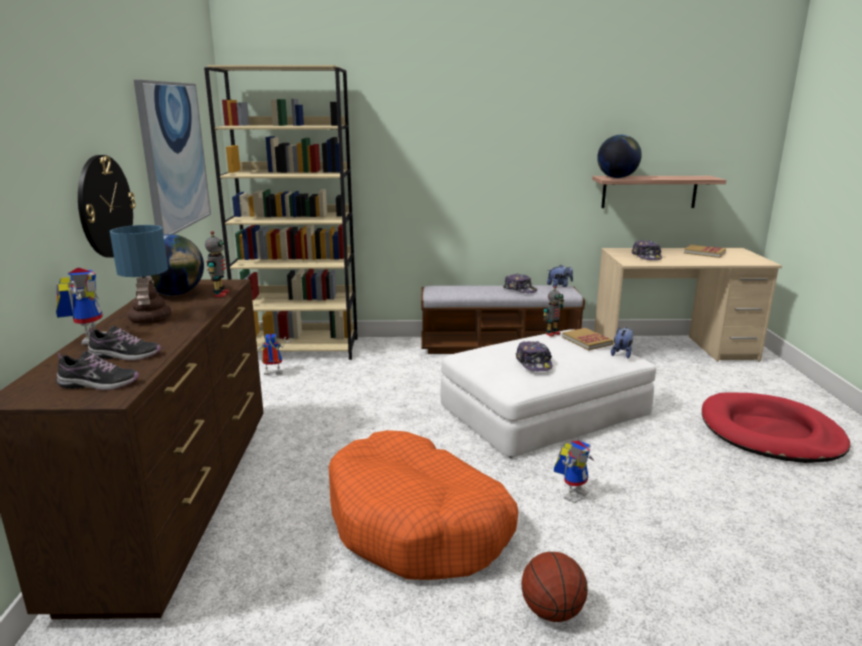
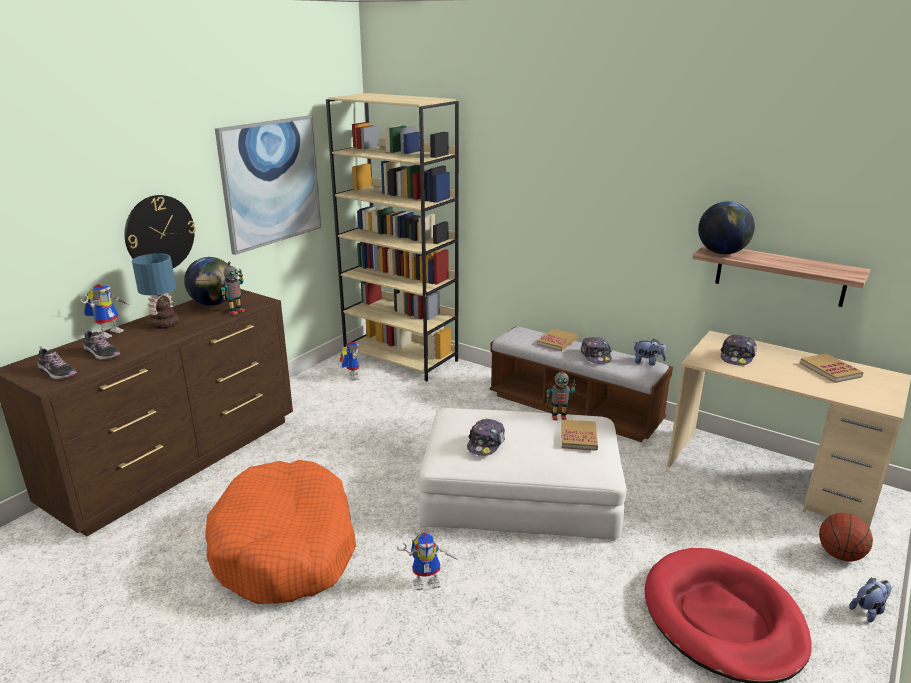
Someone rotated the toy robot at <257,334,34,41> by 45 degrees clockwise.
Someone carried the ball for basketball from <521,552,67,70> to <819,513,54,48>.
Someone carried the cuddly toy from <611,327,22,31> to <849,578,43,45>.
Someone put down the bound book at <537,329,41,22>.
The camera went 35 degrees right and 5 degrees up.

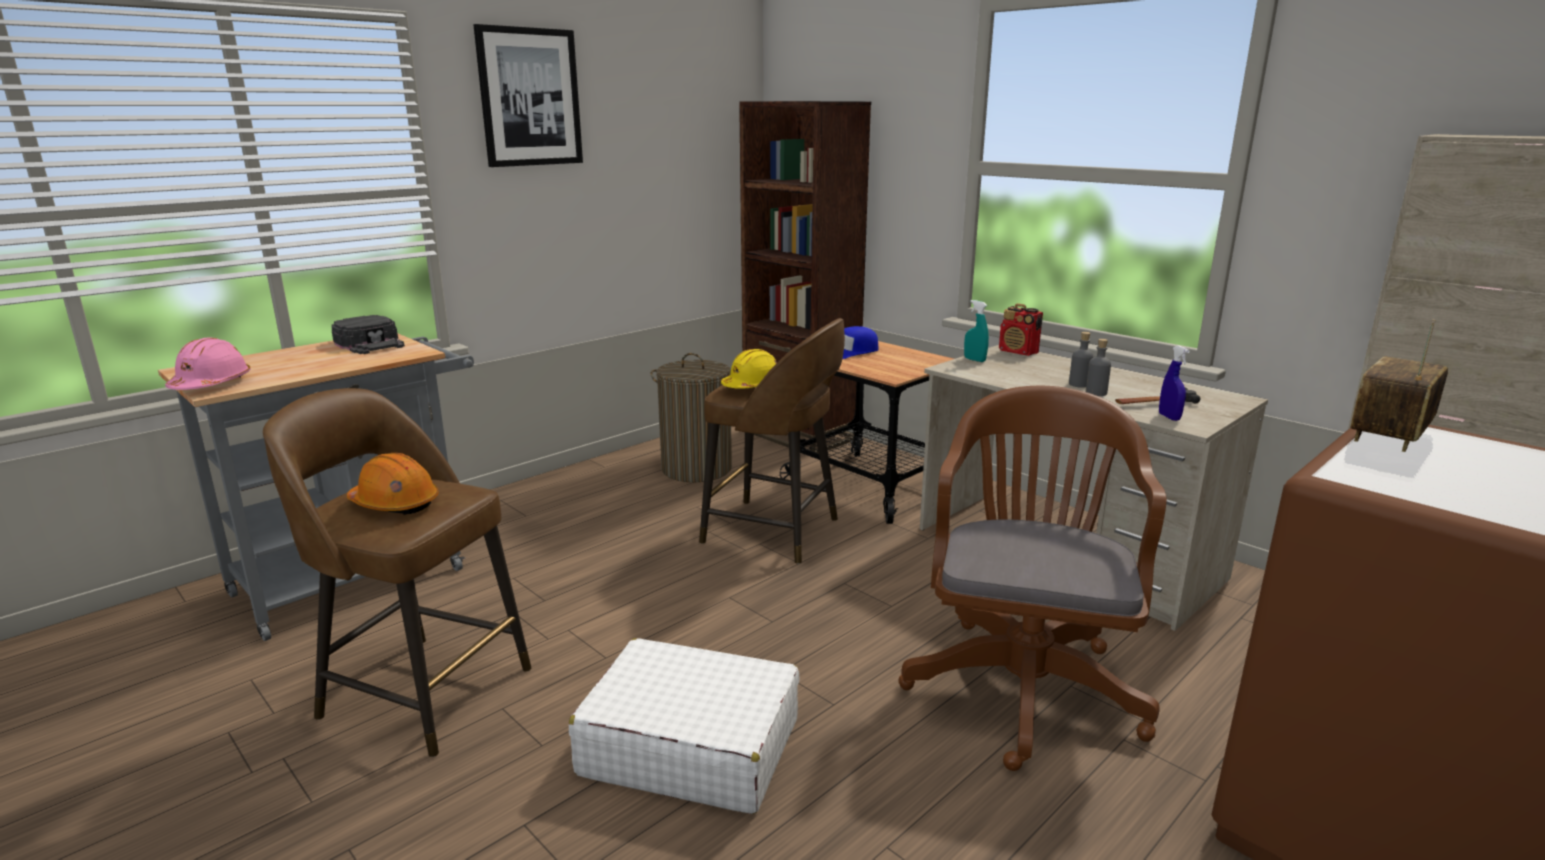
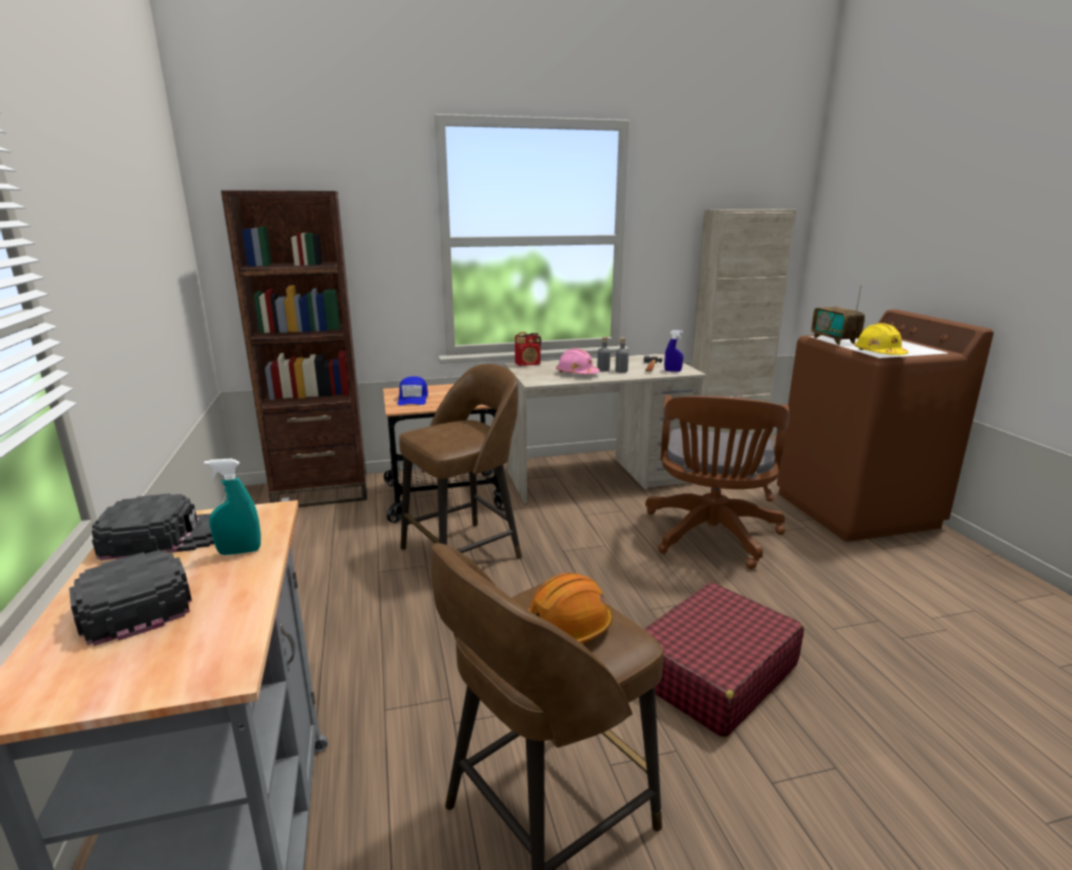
Someone carried the pink-coloured safety helmet from <165,337,85,53> to <556,348,44,26>.
Someone took away the wall picture at <474,24,109,143>.
Someone repainted the white-coloured piece of luggage at <569,638,231,176>, which became the reddish piece of luggage at <644,582,160,156>.
Someone took away the hamper at <651,353,81,129>.
Someone carried the yellow-coloured safety helmet from <721,349,56,40> to <854,323,54,32>.
Someone rotated the brown desk chair at <898,385,268,386> by 120 degrees counterclockwise.
Someone carried the turquoise-coloured sprayer from <964,300,25,62> to <204,459,57,96>.
Someone put down the blackish baseball cap at <69,550,123,96>.
The camera went 60 degrees left and 0 degrees up.

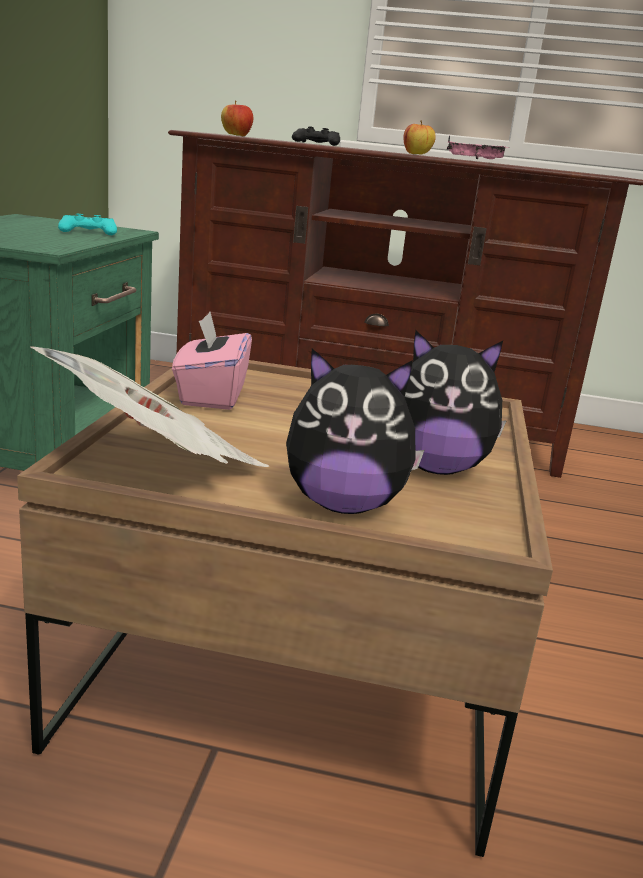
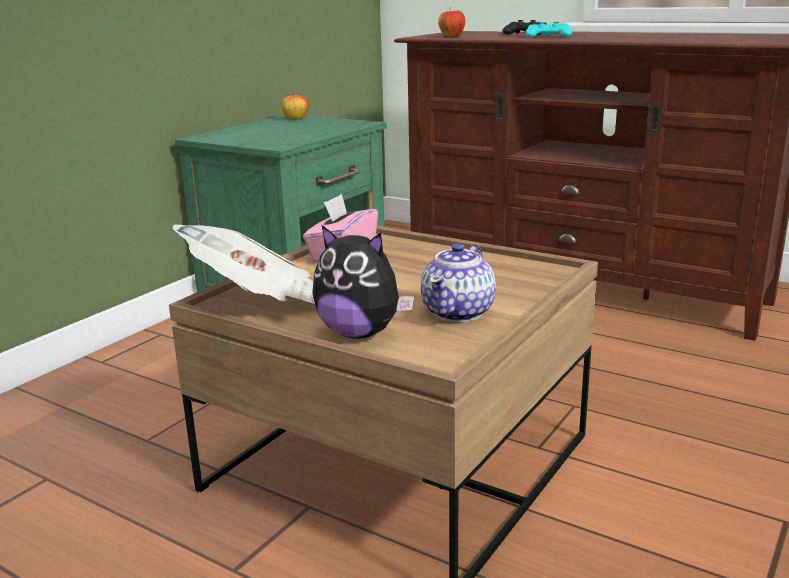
Someone carried the turquoise-coloured joypad from <58,214,59,21> to <526,22,46,16>.
Someone carried the apple from <403,120,33,35> to <282,93,27,27>.
Someone swapped the cuddly toy at <405,330,102,145> for the tea pot at <421,243,75,79>.
Someone took away the pink-coloured carrying tray at <447,135,62,24>.
The camera went 25 degrees right and 0 degrees up.

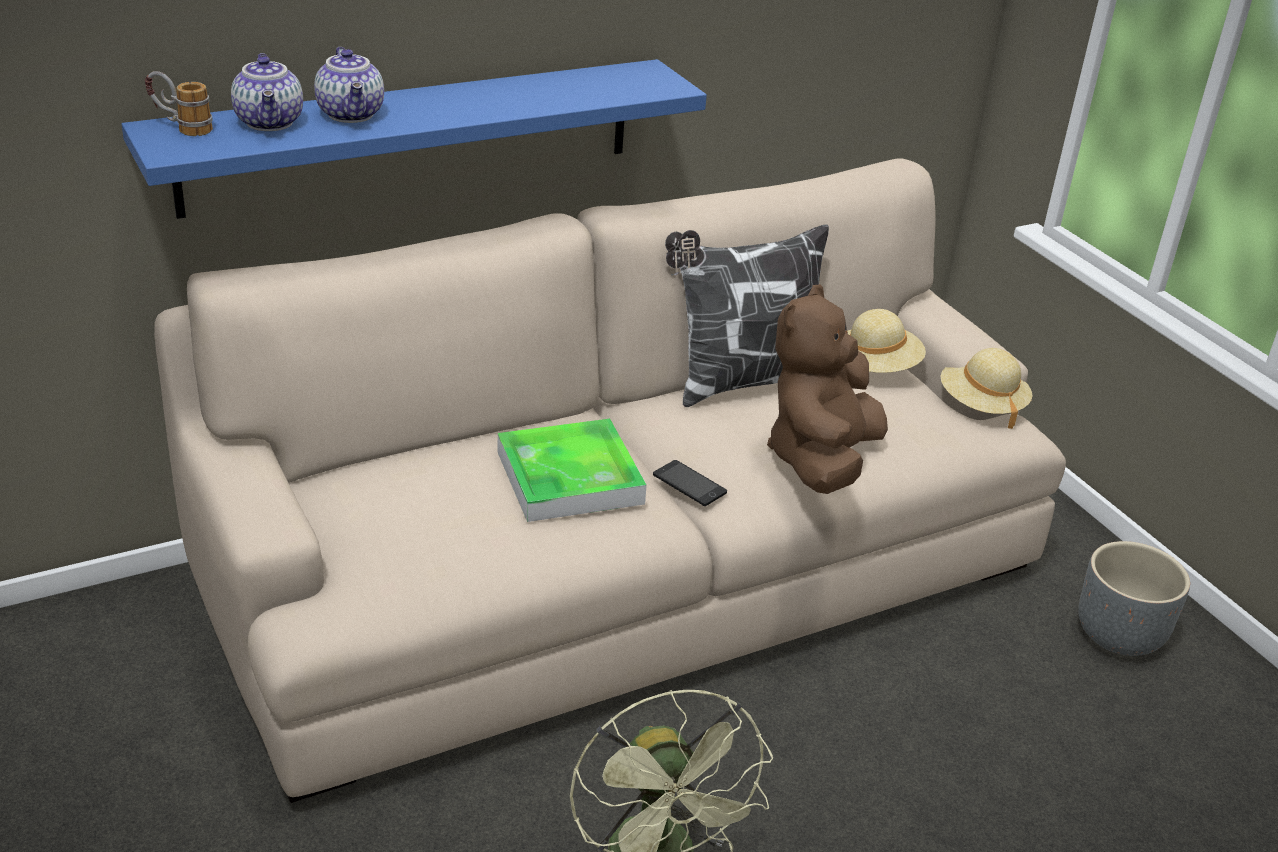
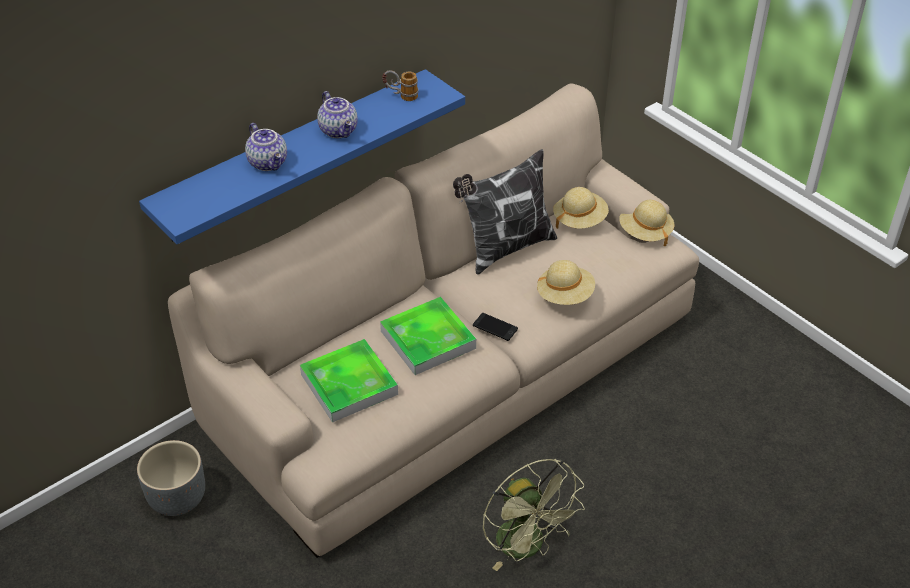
Someone carried the mug from <145,71,68,65> to <382,70,37,31>.
Someone carried the tea pot from <231,53,72,78> to <317,91,41,47>.
Someone swapped the brown cuddly toy at <767,284,121,210> for the beige-coloured hat at <537,260,58,45>.
Someone carried the greyish plant pot from <1078,541,112,115> to <137,440,68,76>.
Someone put down the carrying tray at <300,339,98,84>.
The camera went 10 degrees left and 10 degrees up.

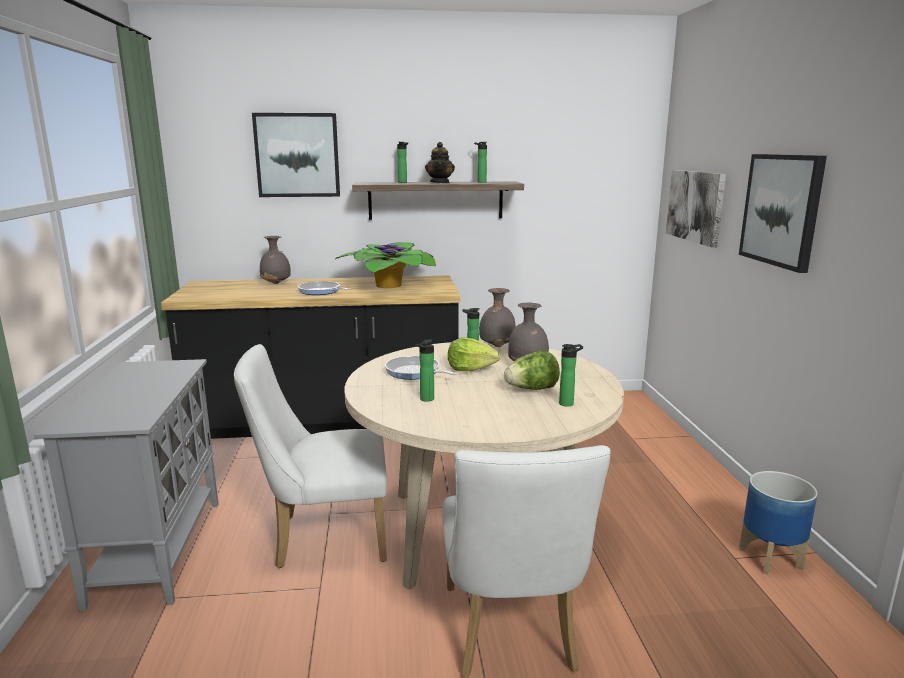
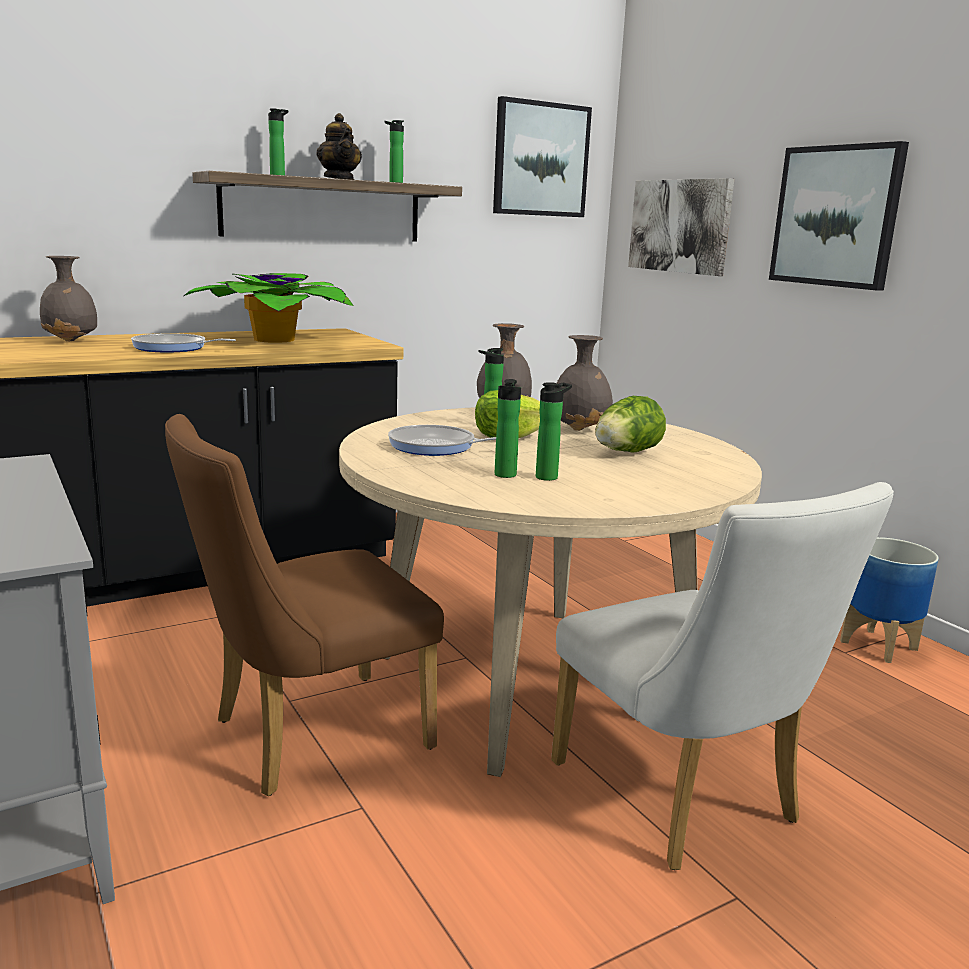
Someone repainted the white-coloured plain chair at <234,344,153,224>, which became the brown plain chair at <165,414,279,382>.
Someone carried the wall picture from <252,113,88,84> to <493,96,99,121>.
Someone carried the bottle from <559,344,24,63> to <536,382,36,99>.
The camera went 25 degrees left and 0 degrees up.

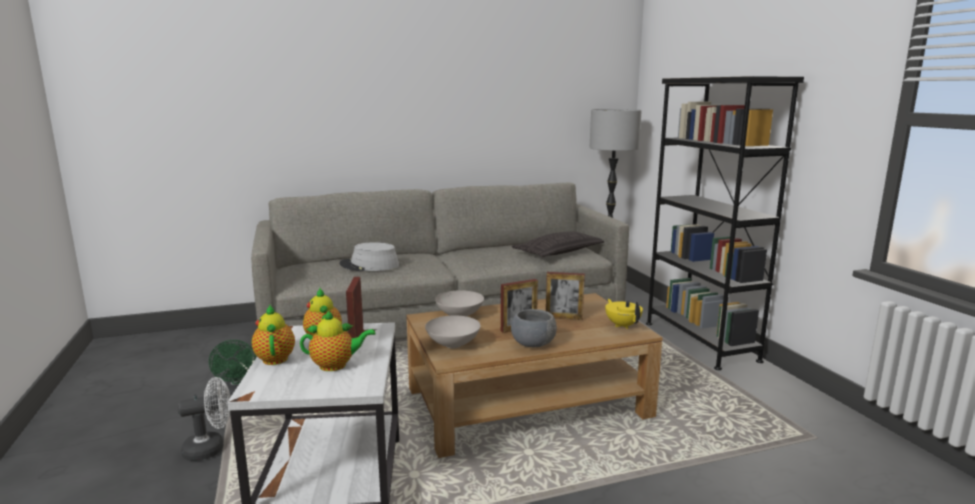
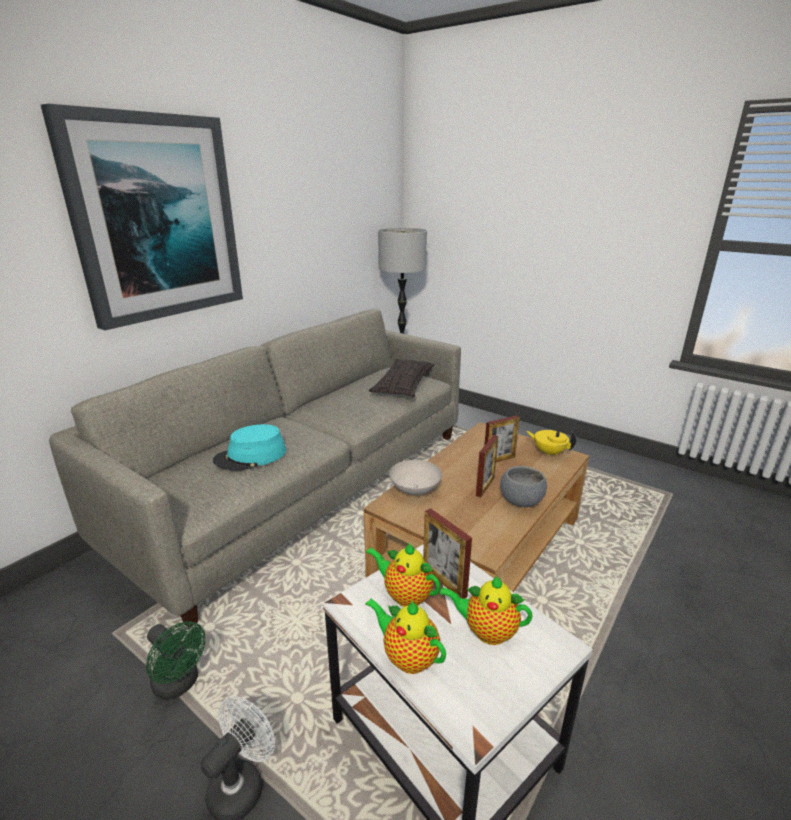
Someone rotated the tea pot at <300,310,75,61> by 120 degrees counterclockwise.
Someone repainted the greyish hat at <340,242,59,29>, which became the turquoise-coloured hat at <213,424,73,47>.
Someone took away the white-coloured bowl at <425,315,56,33>.
Someone took away the blackish bookcase at <646,76,158,294>.
Someone put up the wall picture at <41,104,202,226>.
The camera went 35 degrees left and 10 degrees up.

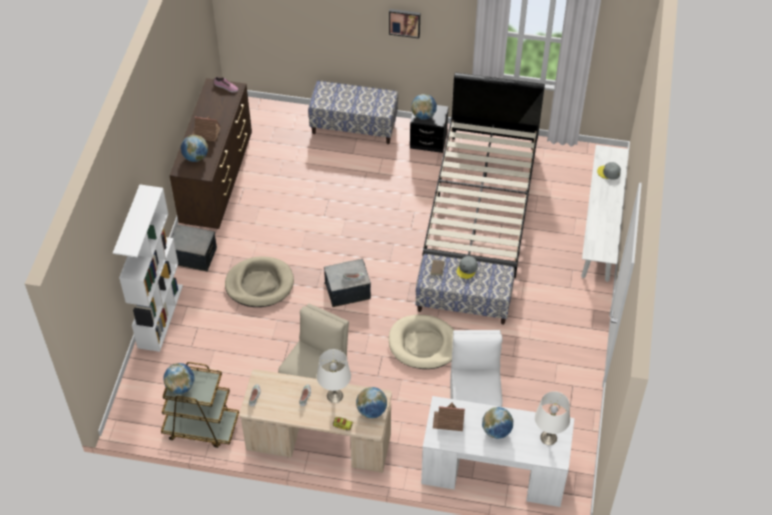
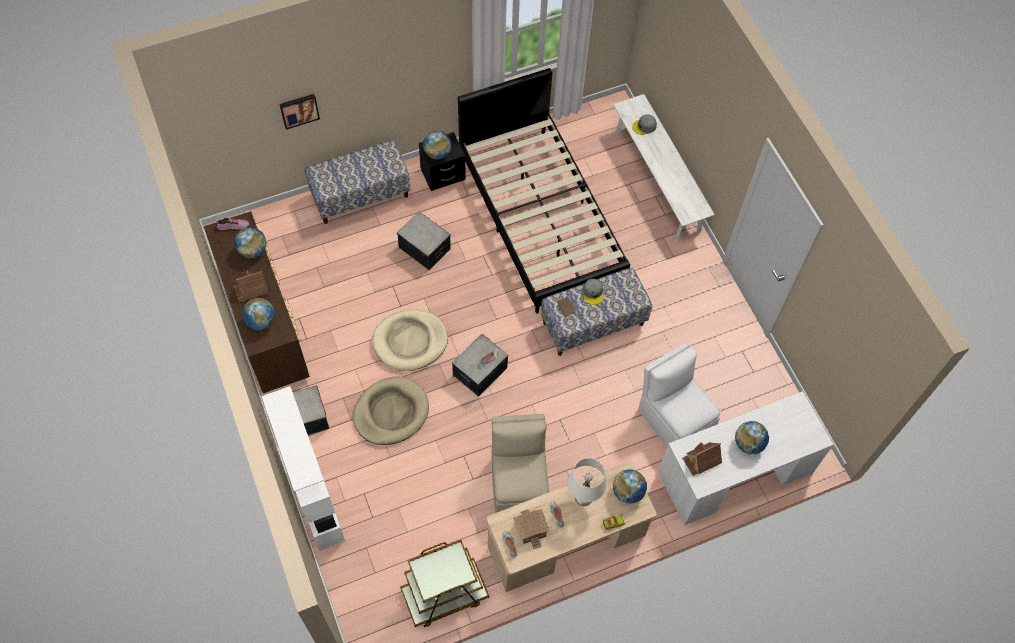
Someone carried the world globe from <163,363,32,31> to <234,227,33,32>.
Someone carried the wall picture from <389,9,31,29> to <279,94,41,36>.
Someone carried the beige-coloured dog bed from <389,315,65,54> to <372,309,76,62>.
Someone took away the white-coloured tabletop lamp at <535,391,35,54>.
Someone put down the storage container at <397,212,54,58>.
Someone put down the miniature house at <513,509,37,40>.
The camera went 35 degrees left and 10 degrees up.

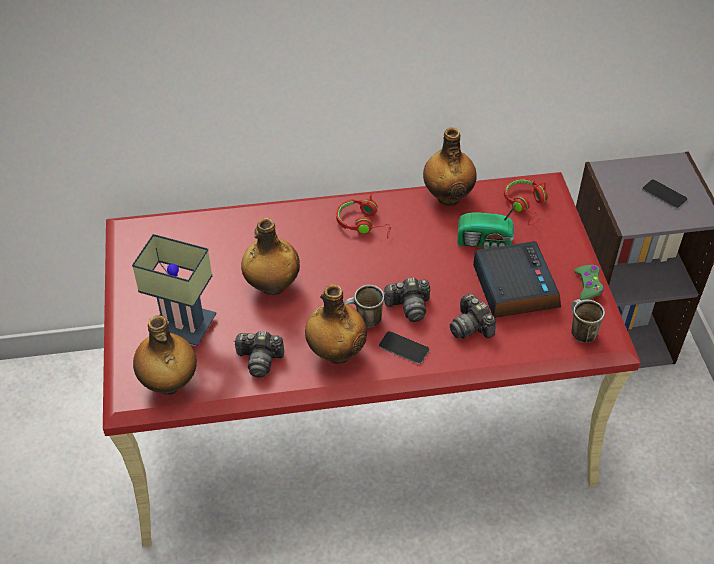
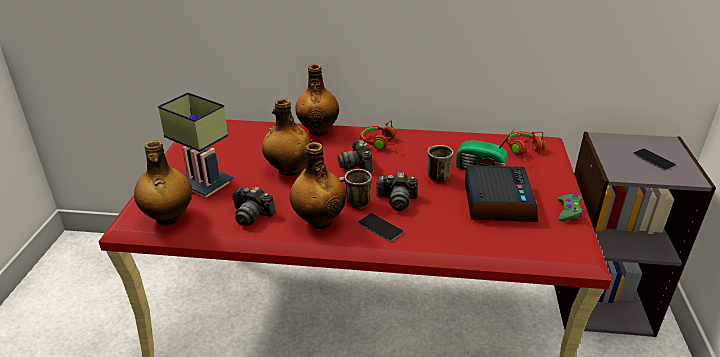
Someone carried the bottle from <423,128,54,78> to <295,64,44,72>.
Someone carried the still camera from <450,293,46,46> to <338,139,35,33>.
Someone carried the mug from <571,299,34,44> to <427,145,26,37>.
The camera went 15 degrees right and 15 degrees down.

